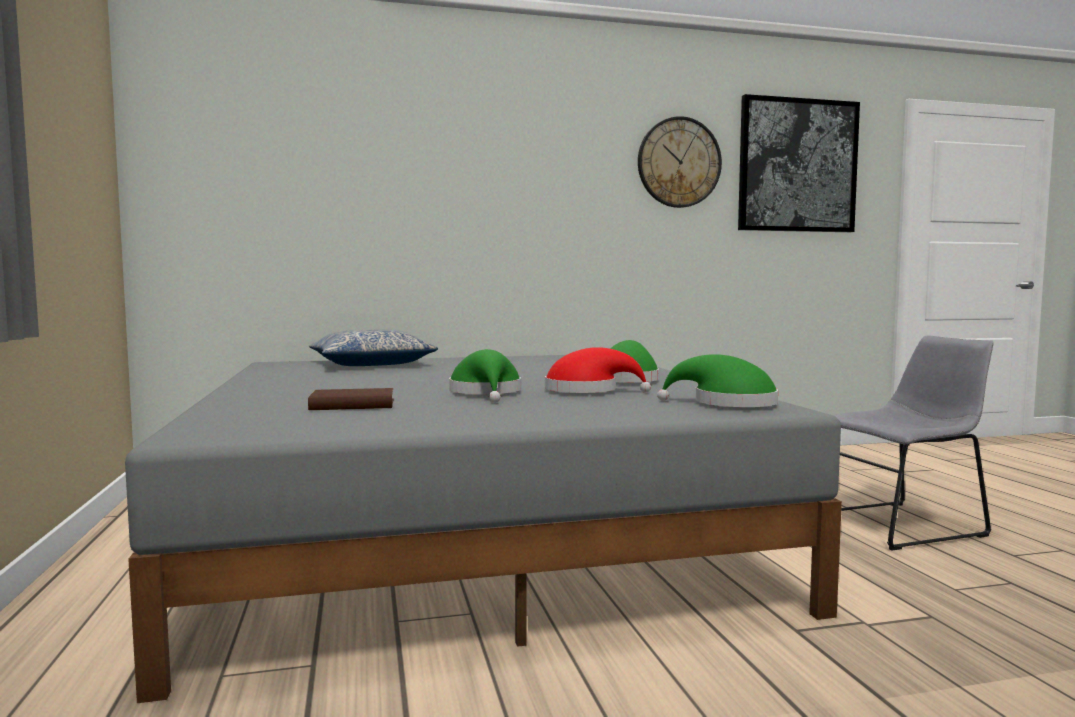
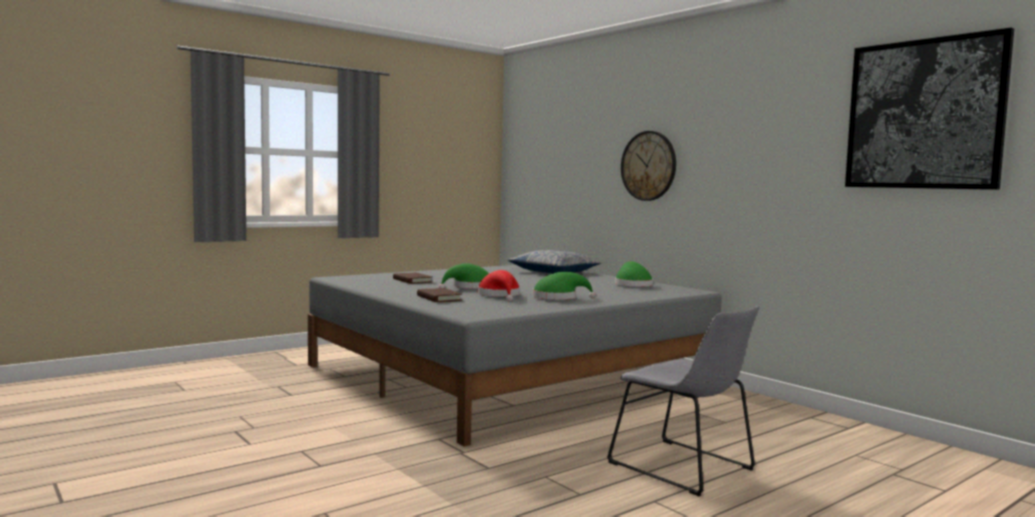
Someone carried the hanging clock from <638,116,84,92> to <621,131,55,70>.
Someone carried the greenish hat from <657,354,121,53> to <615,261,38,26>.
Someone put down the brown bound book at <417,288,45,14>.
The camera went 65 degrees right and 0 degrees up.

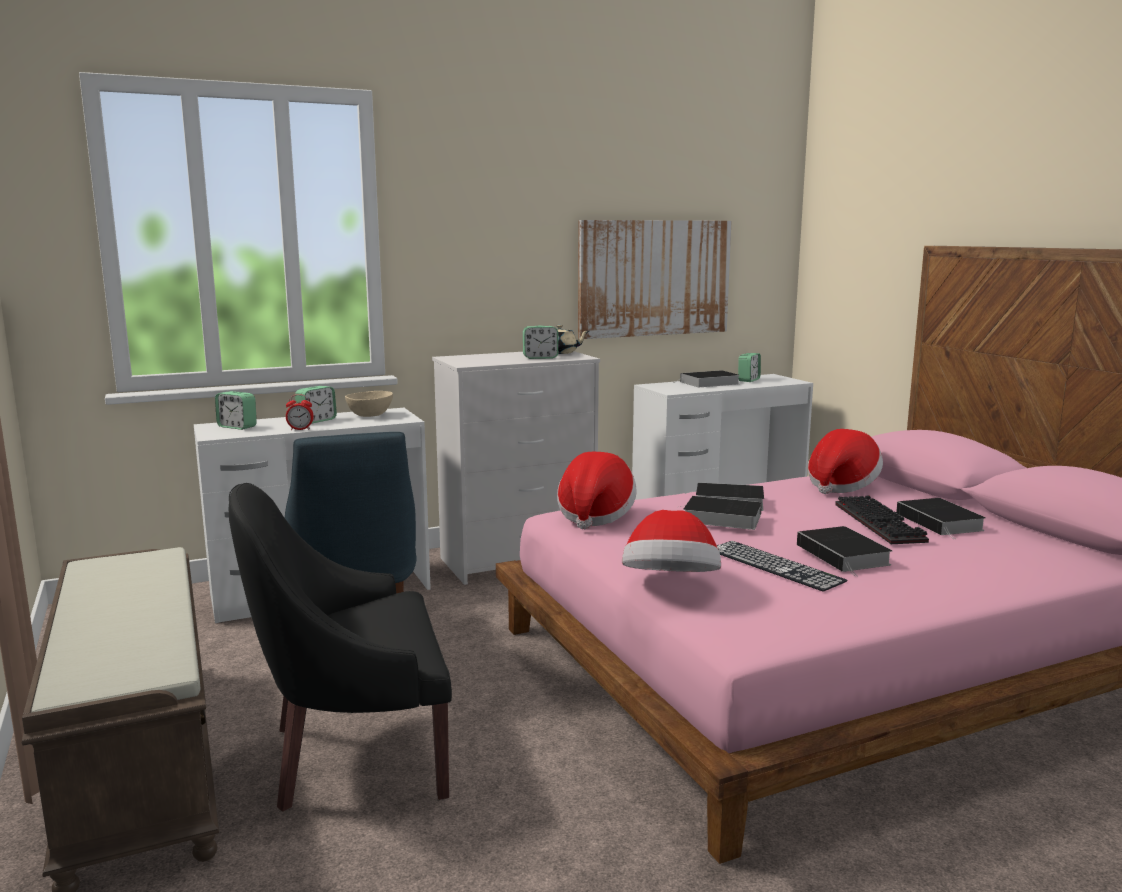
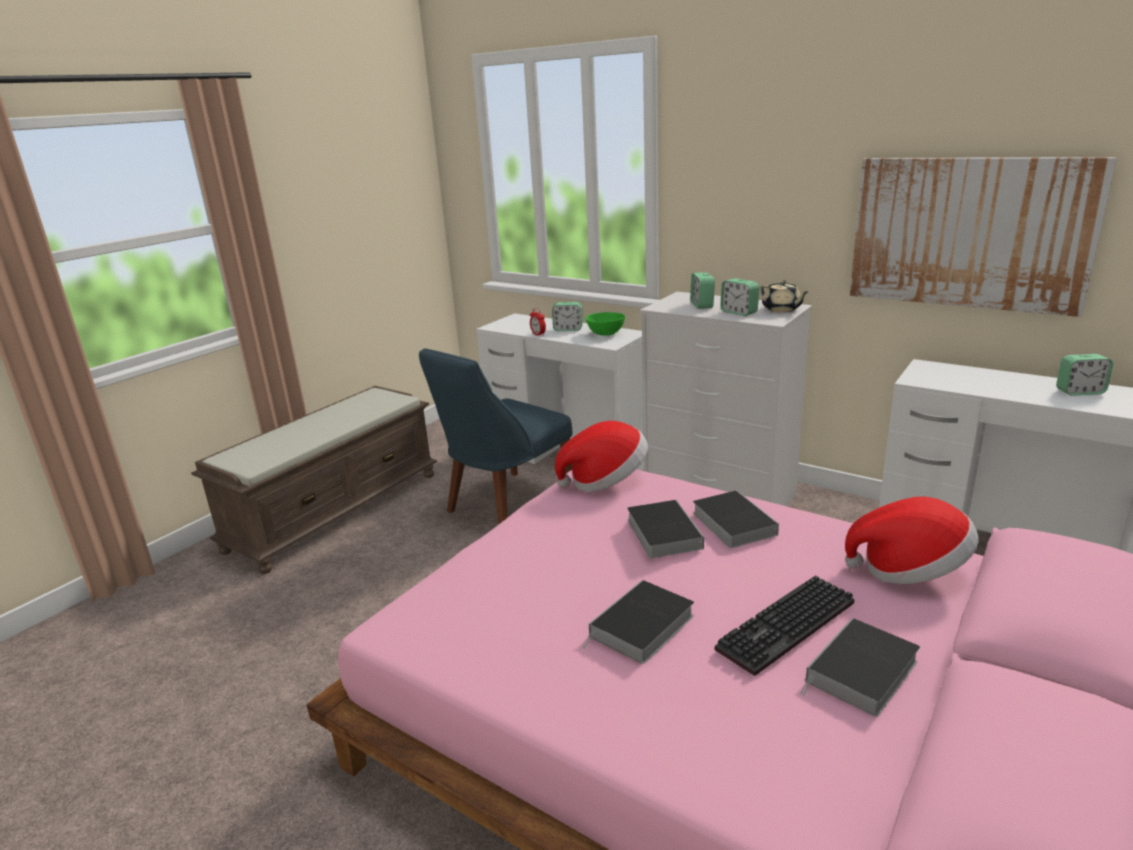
Someone carried the bedside clock from <215,391,42,39> to <690,272,25,37>.
Someone took away the blackish easy chair at <229,483,223,328>.
Someone repainted the beige-coloured bowl at <345,391,48,26>, which became the greenish bowl at <586,312,39,24>.
Someone took away the hat at <622,510,99,62>.
Someone took away the bound book at <674,370,65,17>.
Someone took away the computer keyboard at <717,541,131,50>.
The camera went 60 degrees right and 10 degrees up.

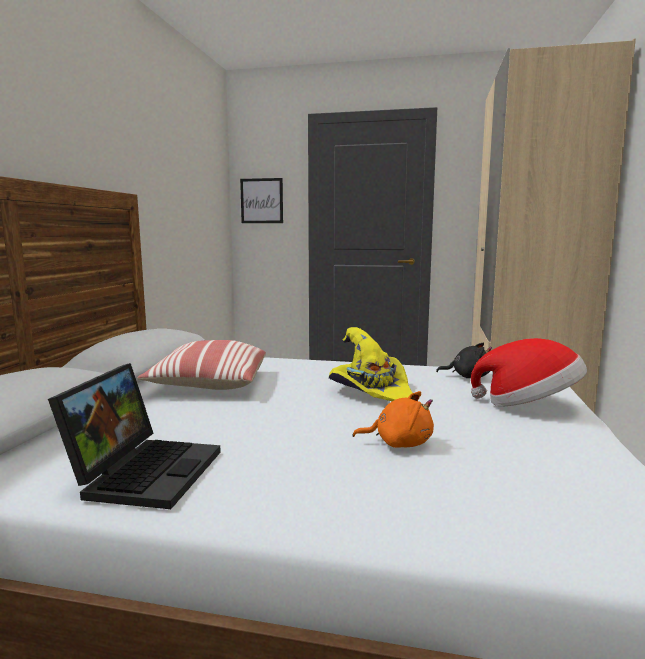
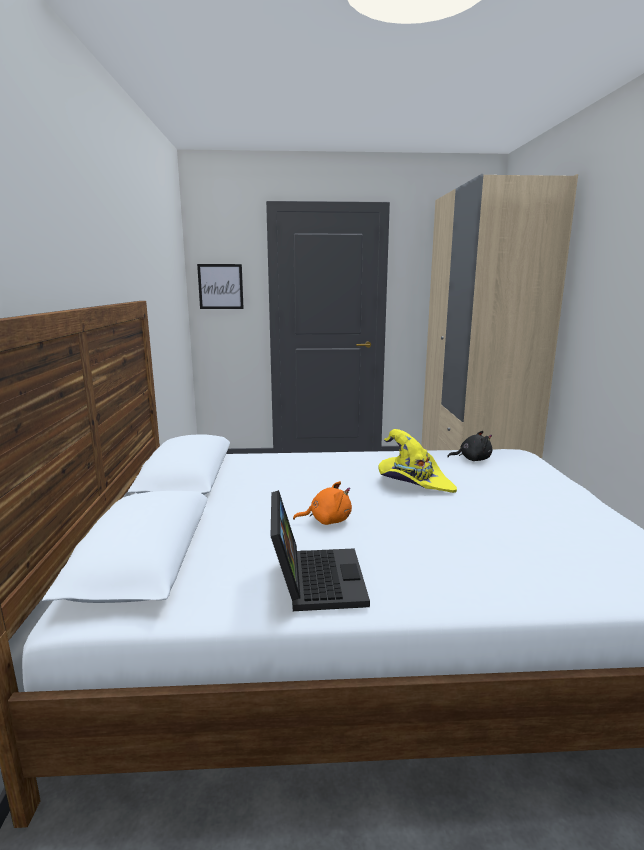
Someone took away the cushion at <138,340,128,50>.
Someone carried the orange-coloured cuddly toy from <352,391,82,57> to <293,481,59,44>.
Someone took away the hat at <471,338,116,68>.
The camera went 15 degrees left and 5 degrees up.

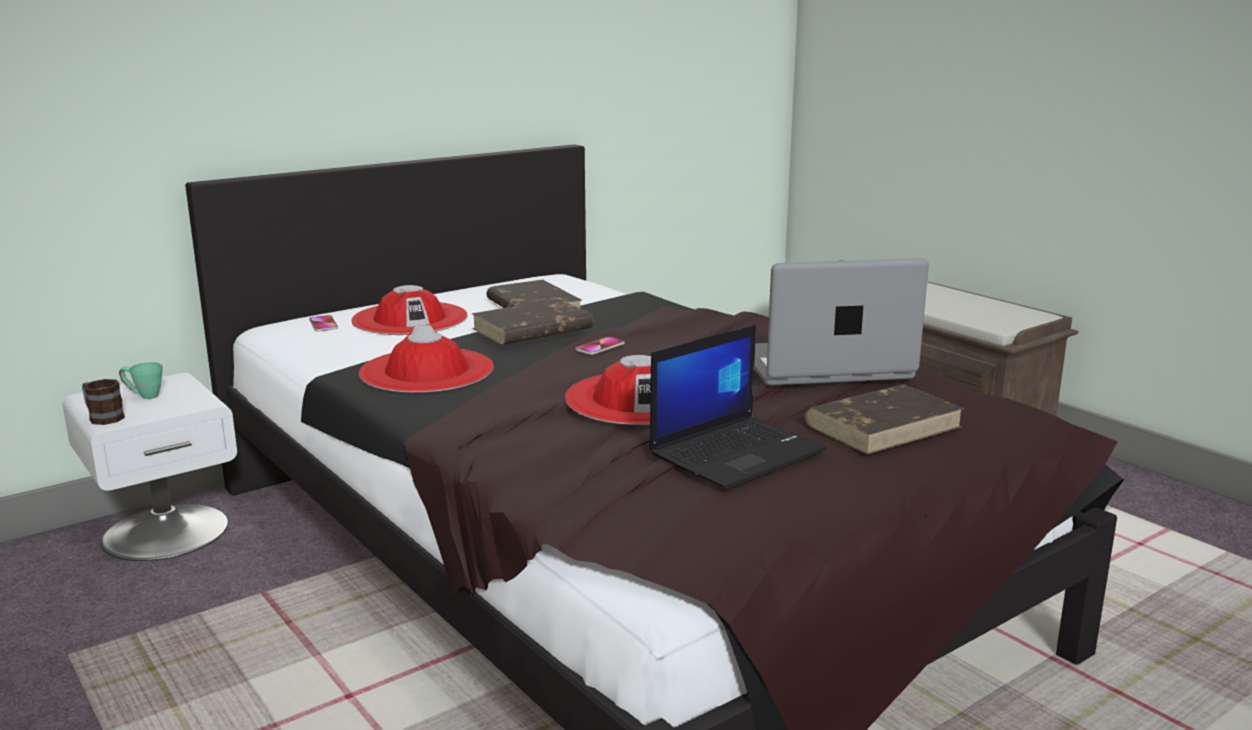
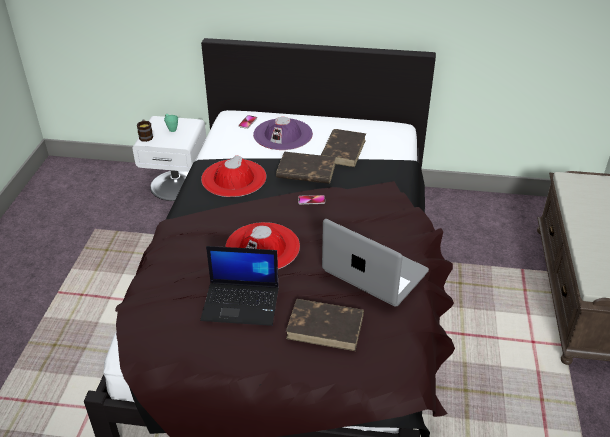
Someone repainted the reddish hat at <351,285,117,50>, which became the purple hat at <253,117,60,33>.
The camera went 45 degrees right and 20 degrees up.

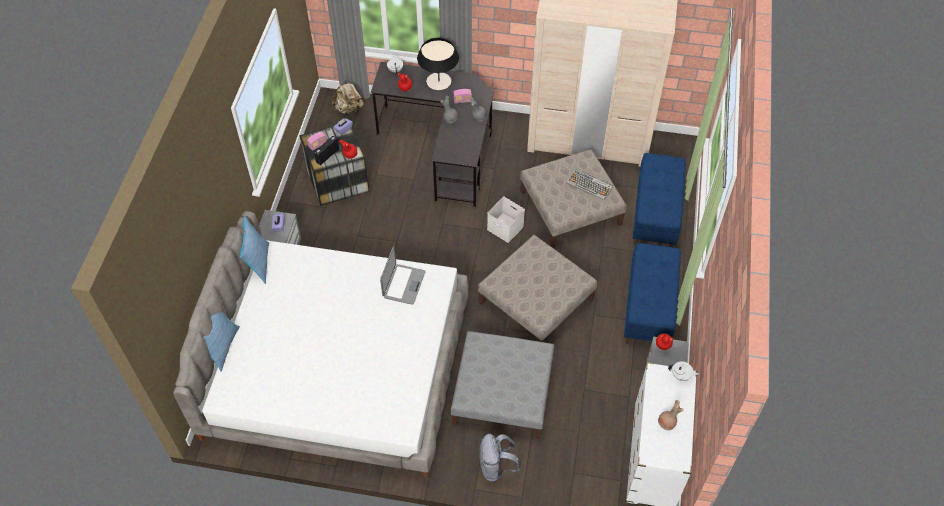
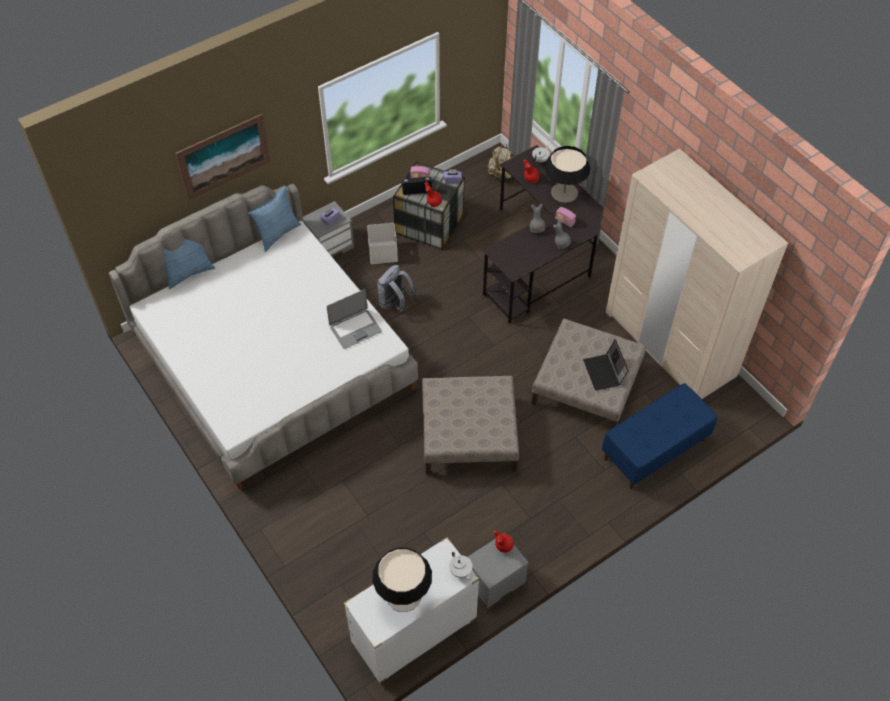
Someone took away the greyish ottoman at <451,331,103,108>.
Someone carried the greyish rucksack from <479,434,41,48> to <377,265,40,47>.
Someone carried the white-coloured storage container from <487,197,38,46> to <367,223,31,41>.
Someone swapped the computer keyboard at <566,169,47,31> for the laptop at <583,340,46,51>.
Someone took away the blue-coloured indoor bench at <624,243,57,101>.
Someone swapped the brown decorative vase at <658,400,26,30> for the tabletop lamp at <372,547,60,65>.
Someone put up the wall picture at <175,114,96,86>.
The camera went 45 degrees right and 0 degrees up.

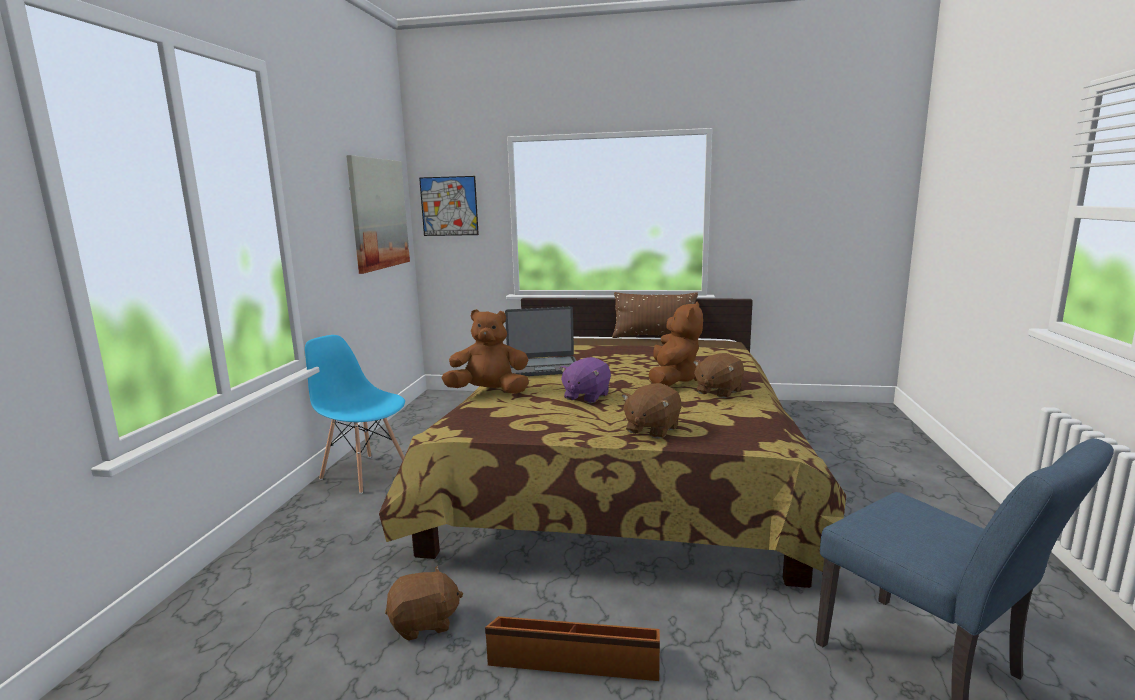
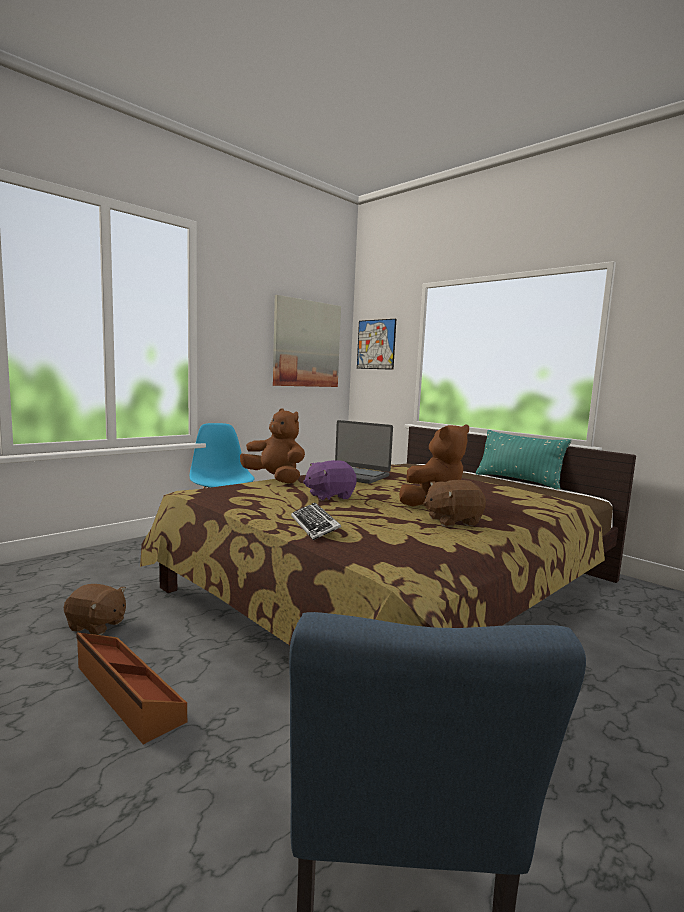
Someone repainted the brown cushion at <612,292,86,46>, which became the turquoise-coloured cushion at <476,430,95,60>.
Someone swapped the brown cuddly toy at <621,383,61,56> for the computer keyboard at <291,503,50,37>.
The camera went 35 degrees right and 5 degrees down.

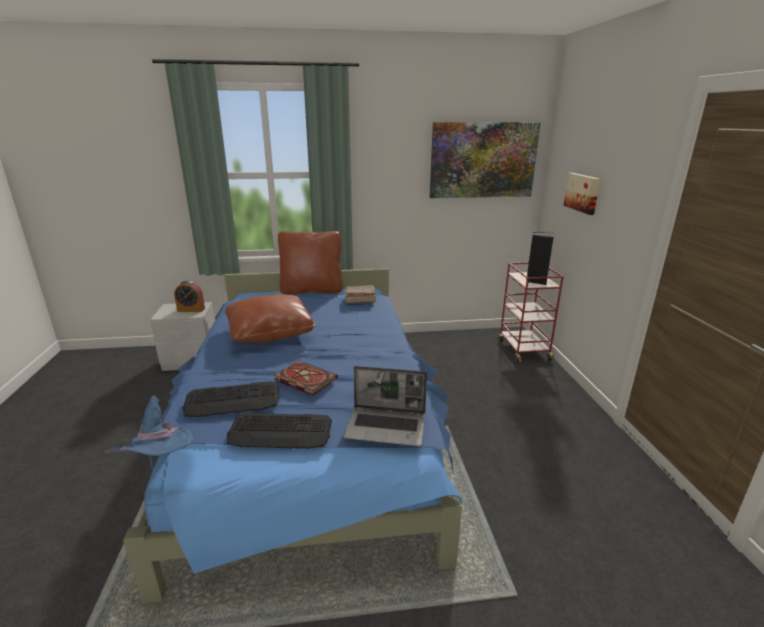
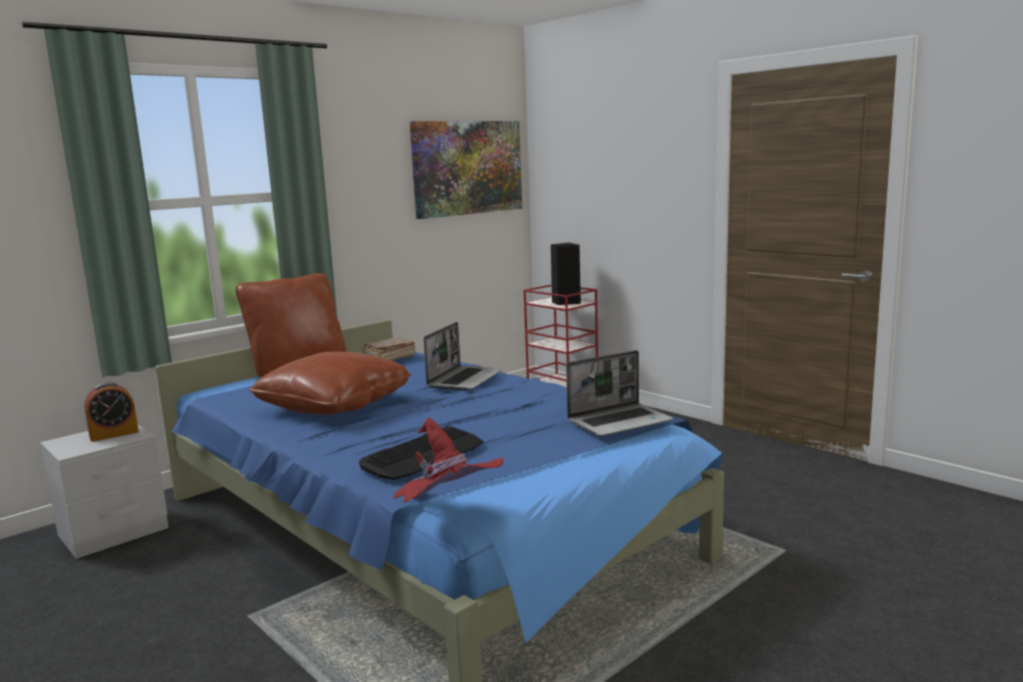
Someone repainted the blue-coloured hat at <104,395,90,61>, which became the reddish hat at <393,418,111,84>.
Someone took away the computer keyboard at <226,413,106,36>.
Someone took away the bound book at <274,360,64,36>.
Someone took away the wall picture at <564,173,37,42>.
Someone put down the laptop at <424,322,78,69>.
The camera went 35 degrees left and 10 degrees down.

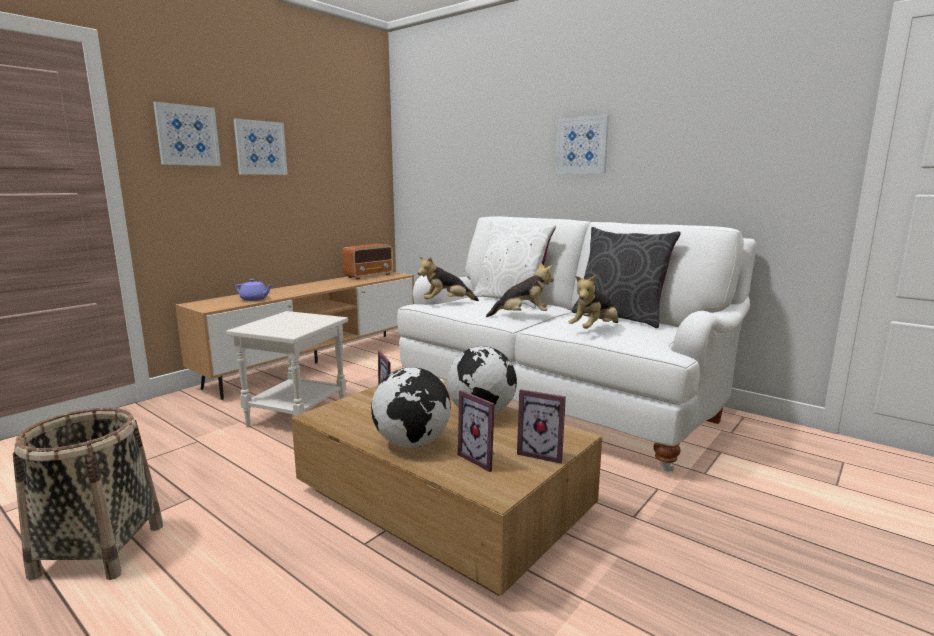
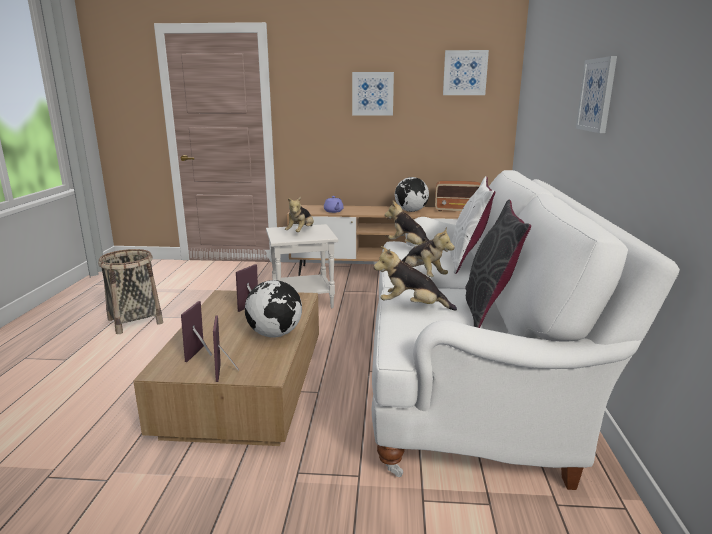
Someone carried the wall picture from <153,102,68,64> to <443,50,46,45>.
Someone carried the world globe from <371,367,80,81> to <395,177,34,35>.
Someone put down the cuddly toy at <285,197,29,35>.
The camera went 55 degrees right and 5 degrees up.

